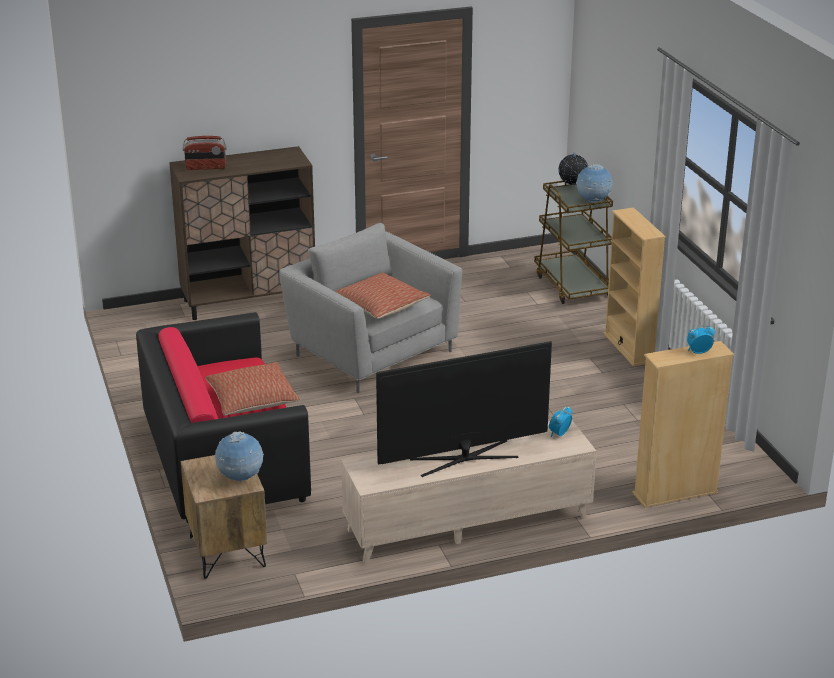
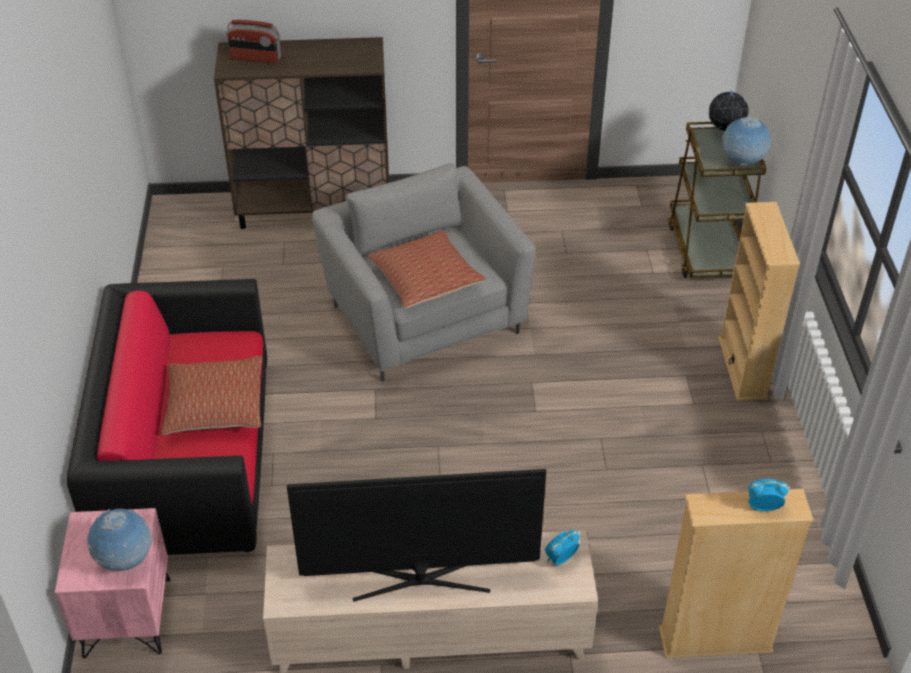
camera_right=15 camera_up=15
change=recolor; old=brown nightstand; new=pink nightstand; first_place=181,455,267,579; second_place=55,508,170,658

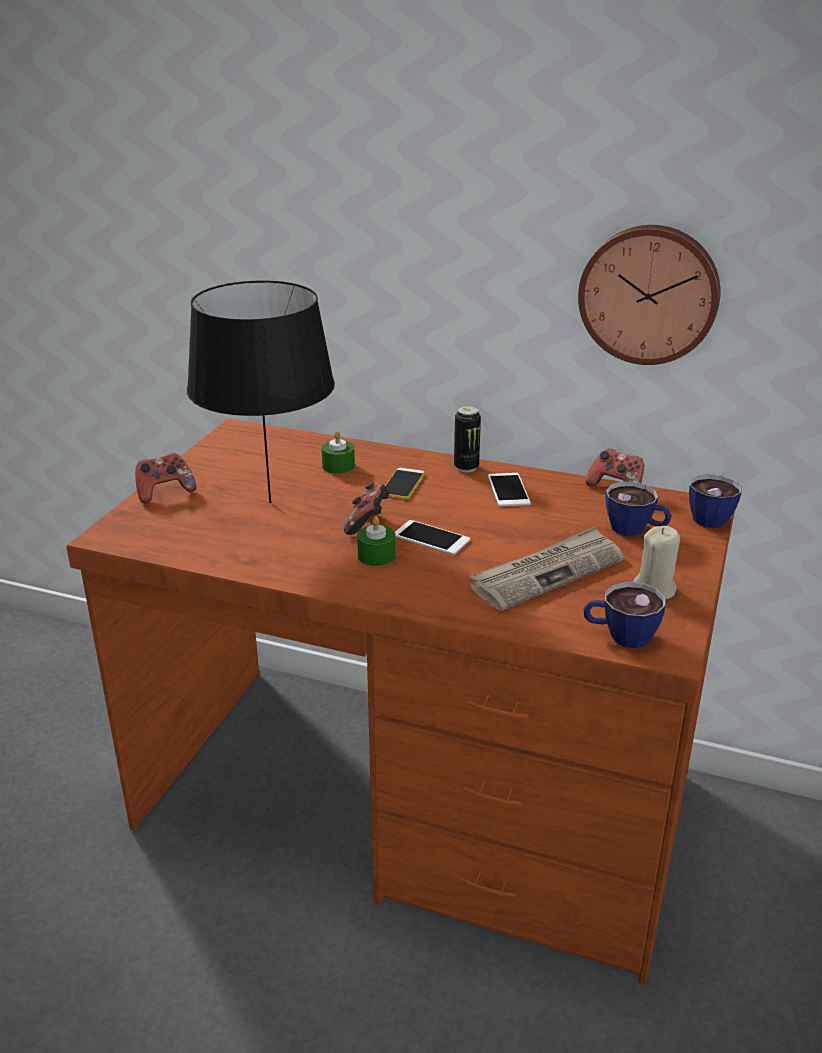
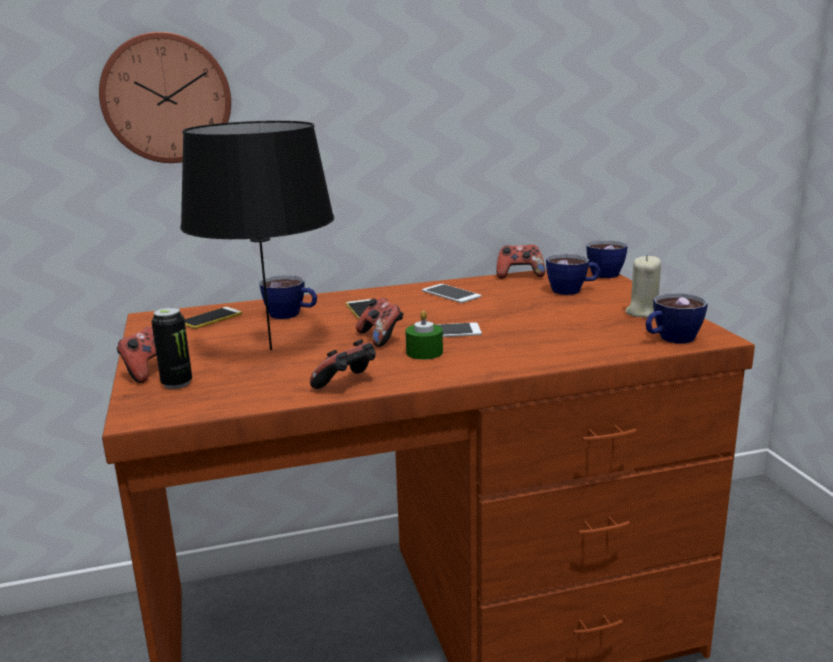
camera_right=-35 camera_up=-10
change=move; old=wall clock; first_place=578,225,721,365; second_place=99,32,231,163
change=move; old=can; first_place=454,406,481,472; second_place=152,307,192,389
change=insert; new=phone; second_place=184,307,242,329
change=replace; old=green candle; new=cup; first_place=321,431,355,474; second_place=259,275,317,319
change=insert; new=game controller; second_place=310,339,376,389
change=delete; old=newspaper; first_place=470,526,624,611

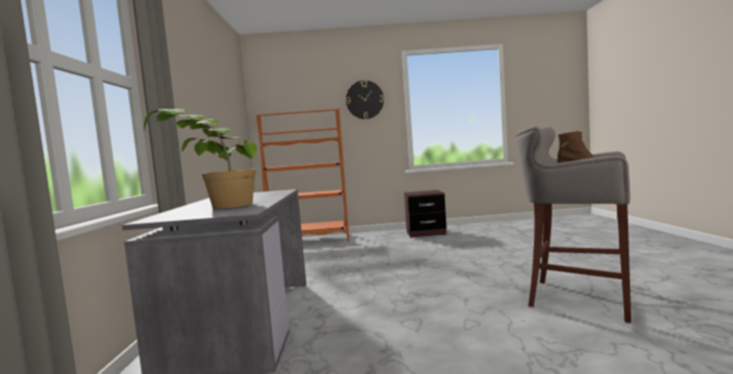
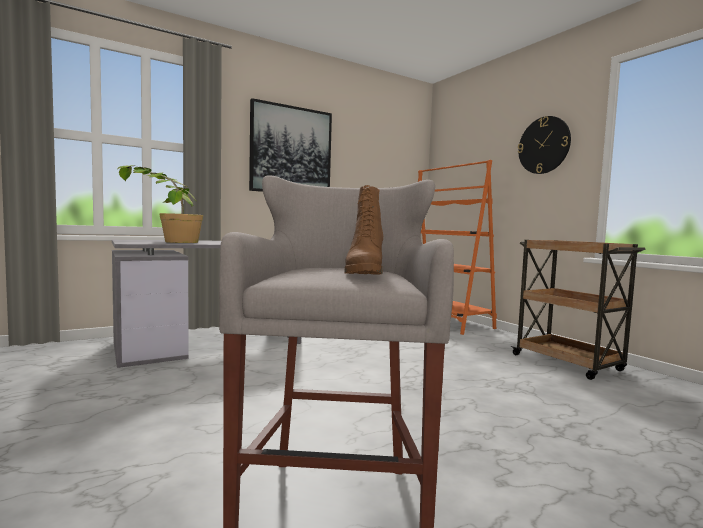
camera_right=60 camera_up=0
change=insert; new=picture; second_place=249,98,332,192
change=replace; old=brown nightstand; new=brown cart; first_place=404,190,447,238; second_place=511,240,646,380

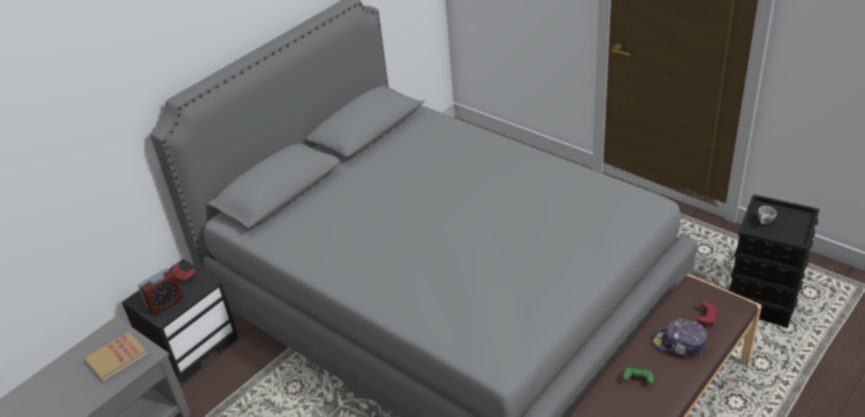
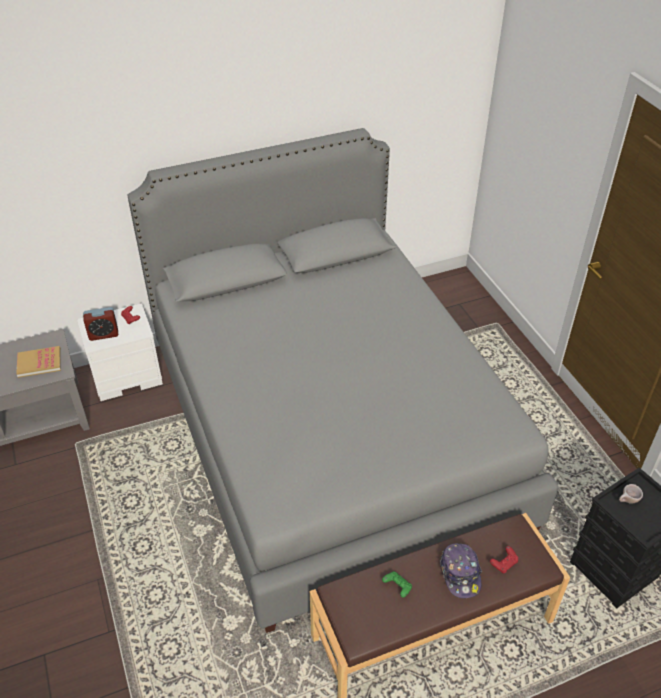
camera_right=25 camera_up=5
change=recolor; old=black nightstand; new=white nightstand; first_place=122,259,238,383; second_place=77,303,163,401
change=rotate; old=cap; first_place=652,319,708,357; second_place=440,543,482,598; degrees=-150

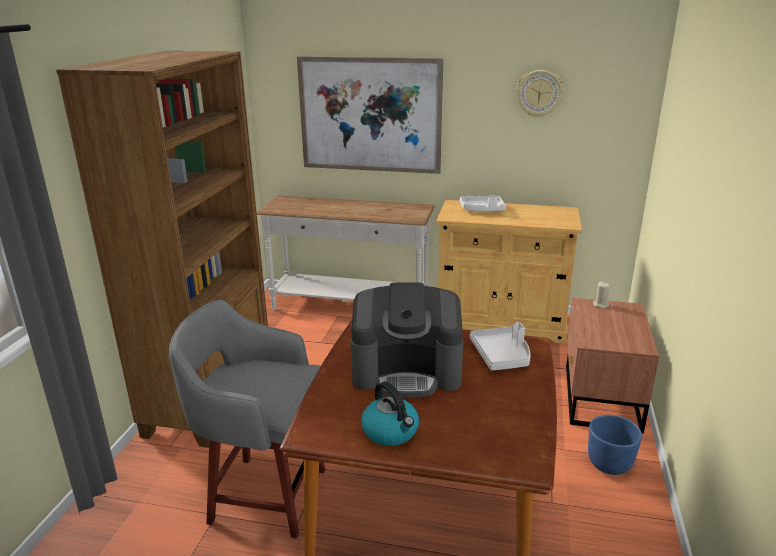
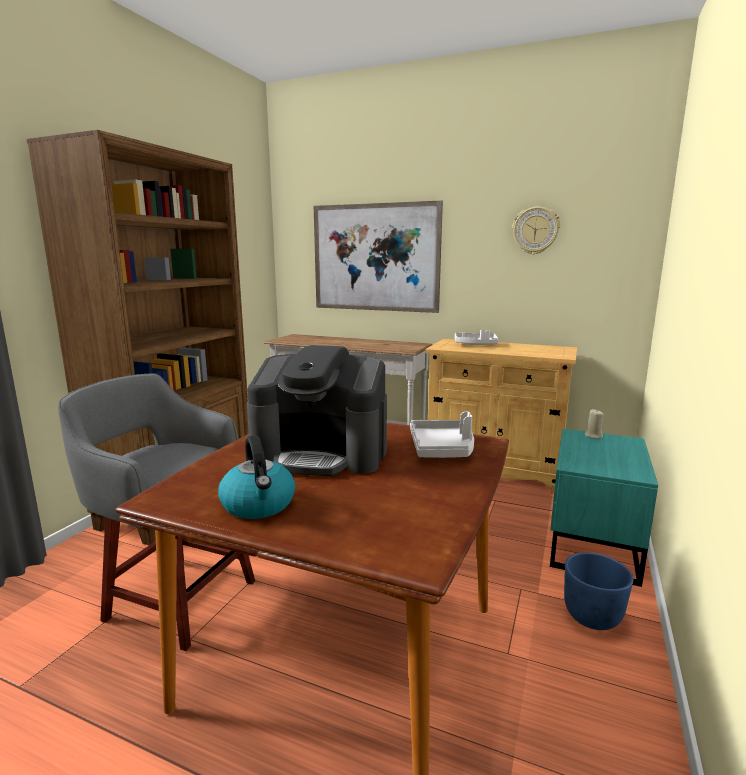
camera_right=10 camera_up=-10
change=recolor; old=brown nightstand; new=turquoise nightstand; first_place=566,298,659,434; second_place=550,429,658,587

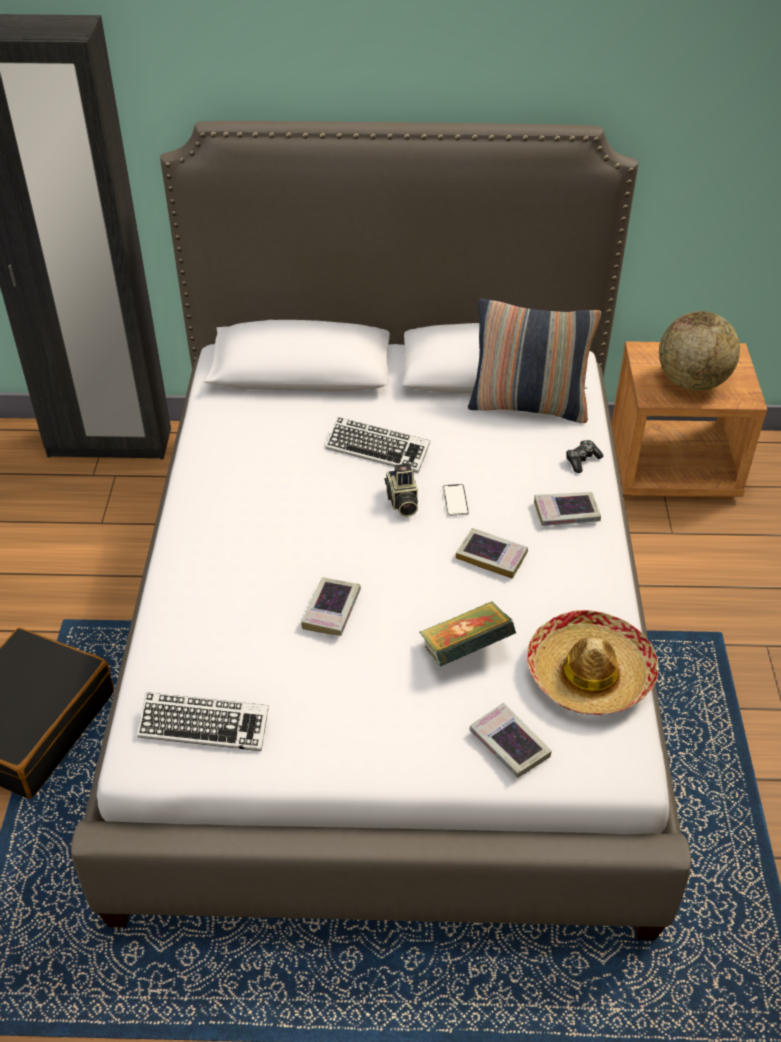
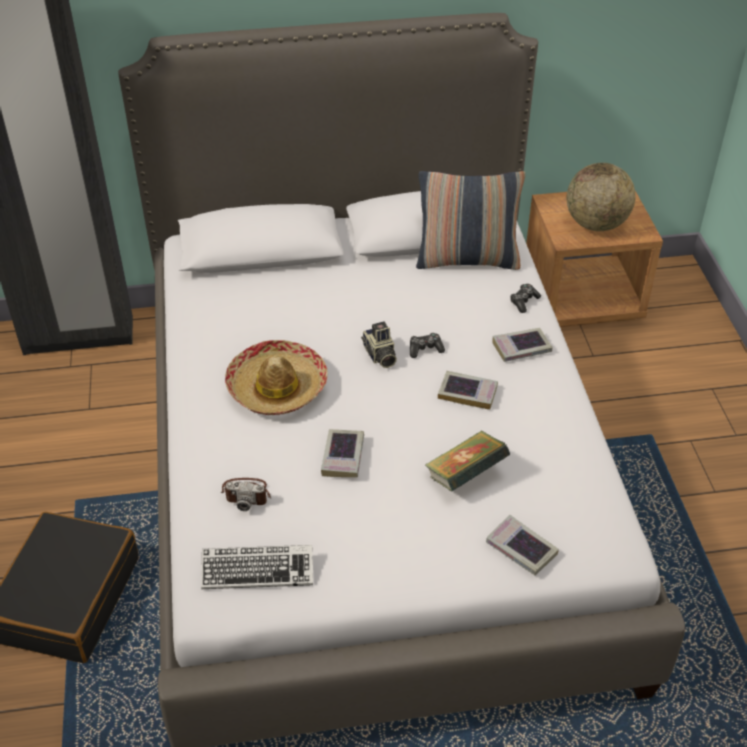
camera_right=-10 camera_up=0
change=insert; new=photo camera; second_place=220,478,271,511
change=move; old=hat; first_place=527,610,659,715; second_place=225,340,328,415
change=replace; old=phone; new=game controller; first_place=443,484,469,516; second_place=410,333,445,358
change=delete; old=keyboard; first_place=326,417,430,473

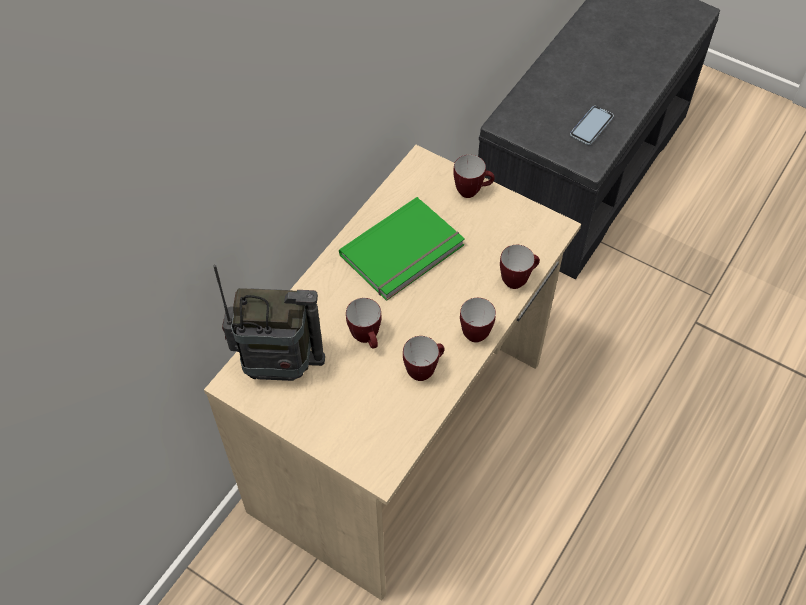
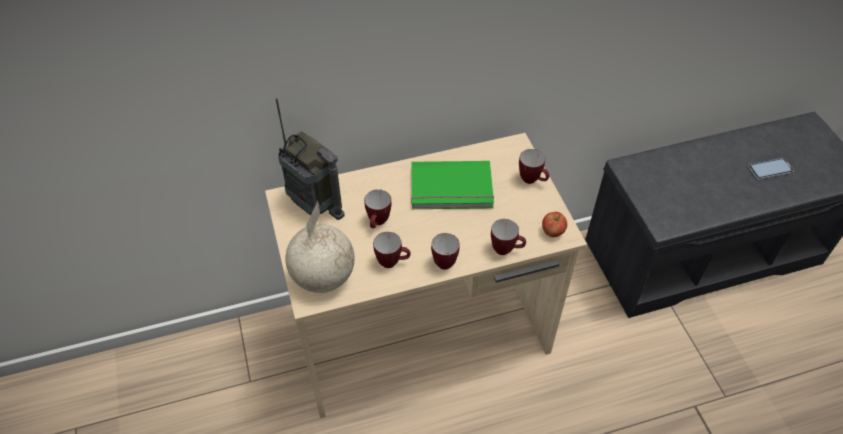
camera_right=40 camera_up=-5
change=insert; new=globe; second_place=285,201,355,293
change=insert; new=apple; second_place=542,212,567,237
change=move; old=phone; first_place=570,106,614,145; second_place=748,158,794,180

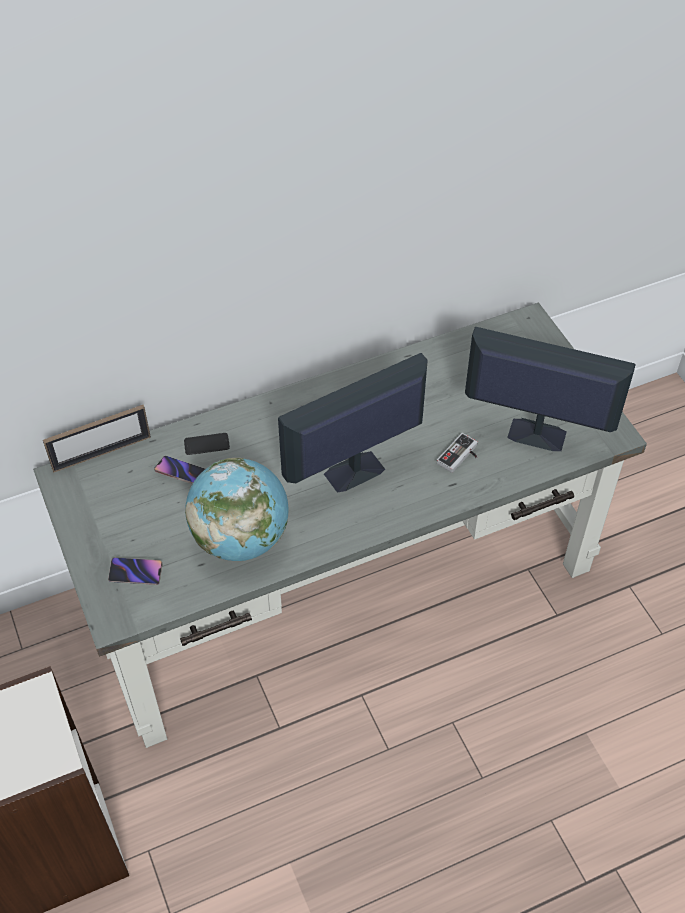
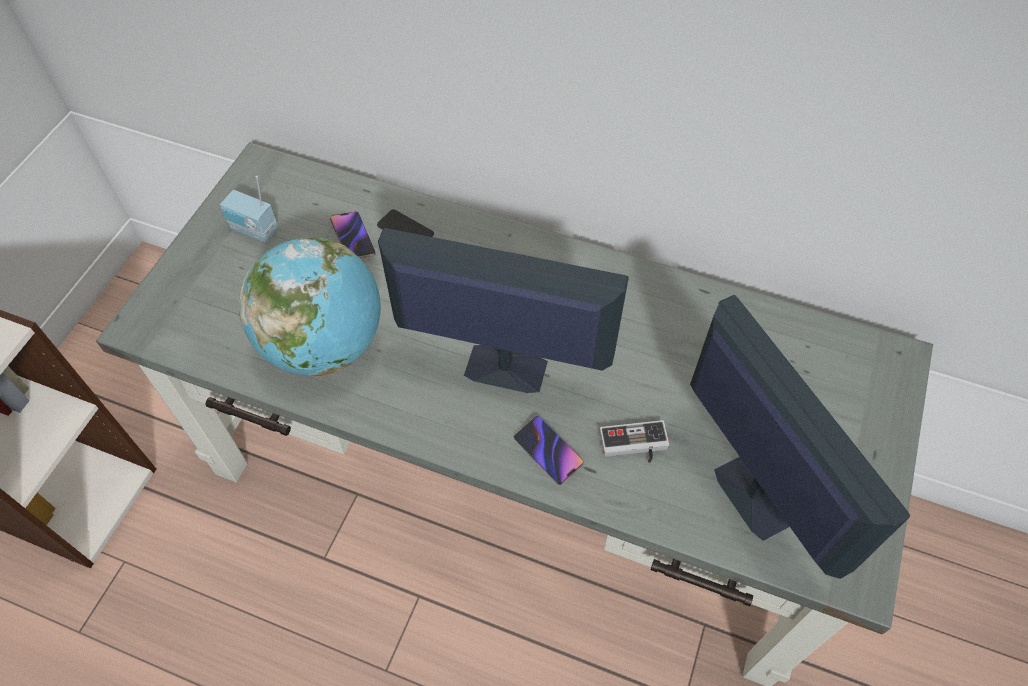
camera_right=45 camera_up=5
change=insert; new=radio; second_place=220,176,279,243
change=move; old=phone; first_place=108,558,163,585; second_place=514,416,584,485
change=delete; old=picture frame; first_place=43,405,151,473

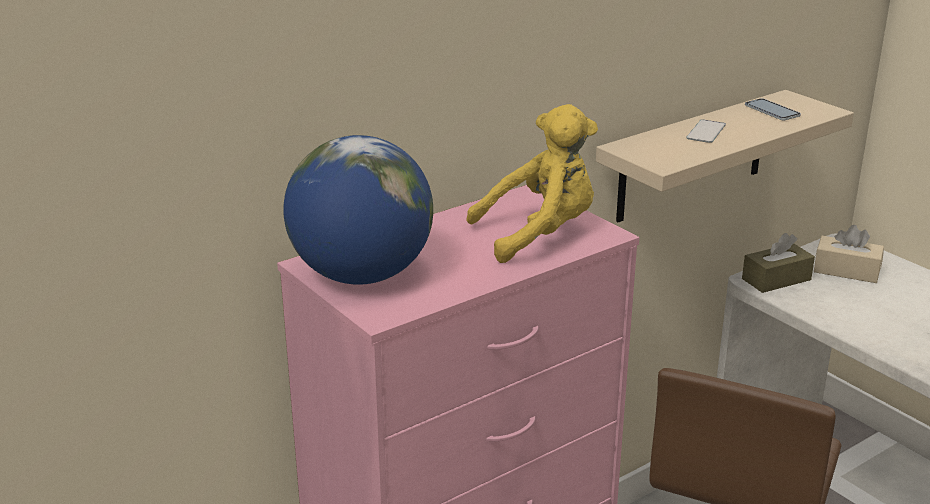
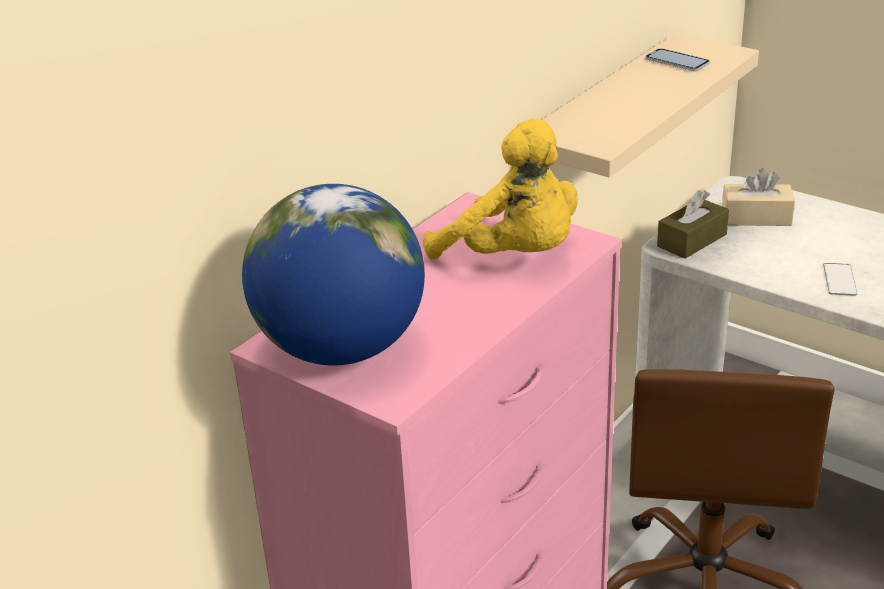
camera_right=-15 camera_up=5
change=rotate; old=yellow plush toy; first_place=466,104,598,263; second_place=423,118,578,260; degrees=75
change=move; old=phone; first_place=686,119,726,143; second_place=823,263,858,296

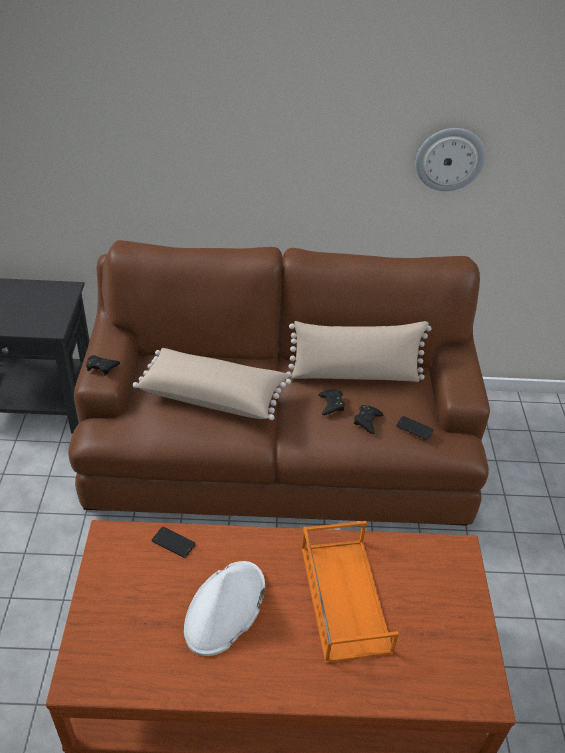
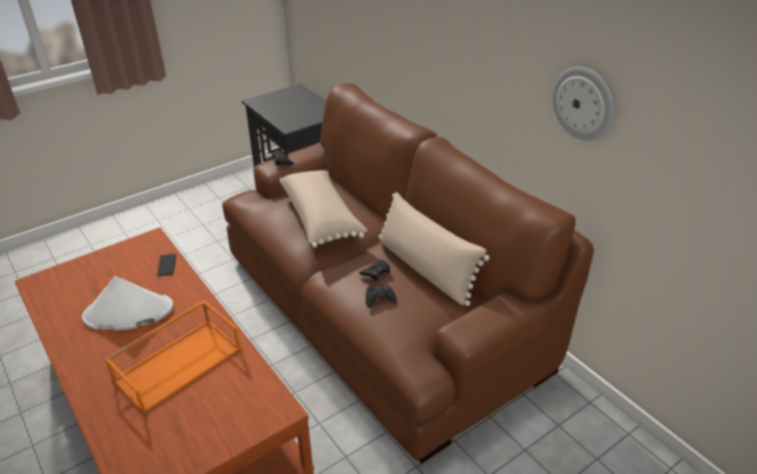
camera_right=55 camera_up=-5
change=delete; old=phone; first_place=396,416,434,440

